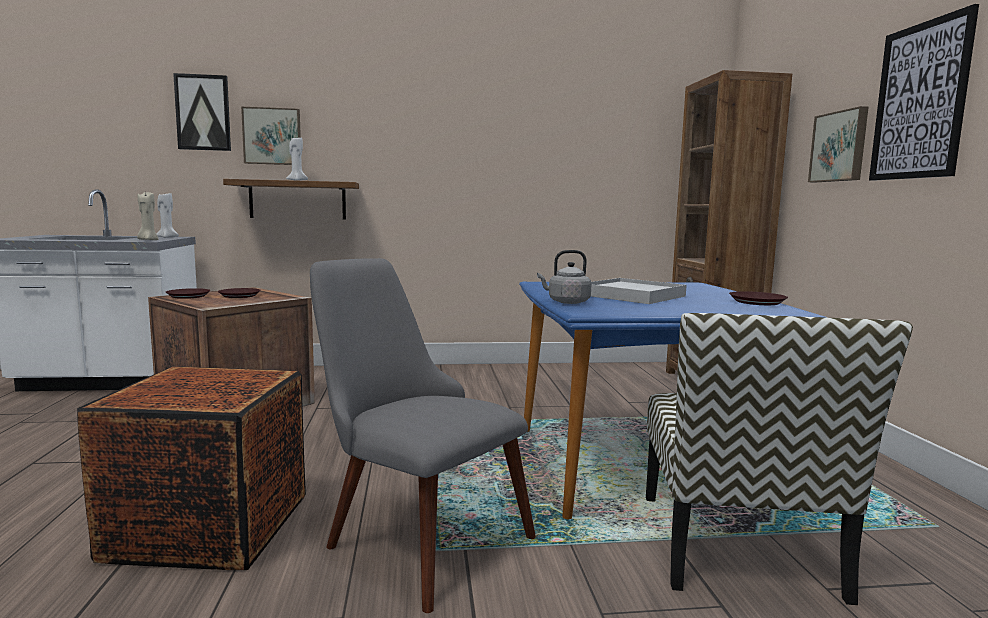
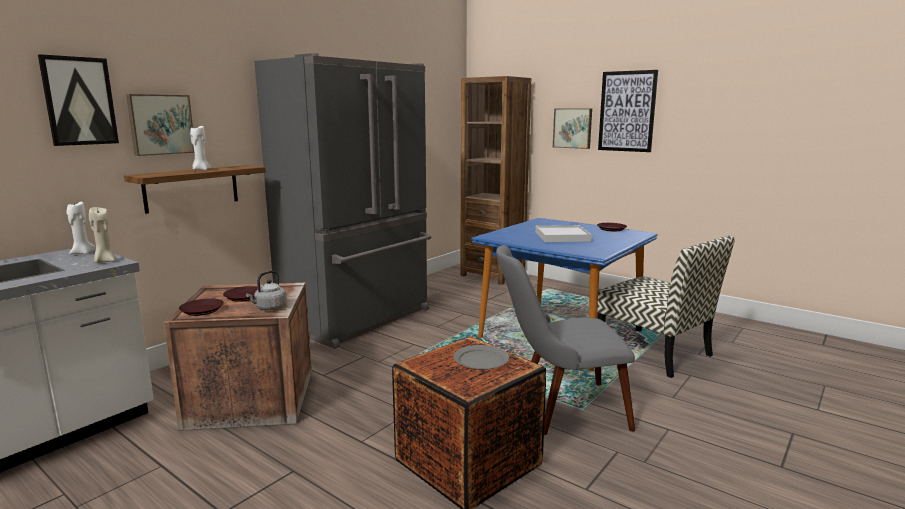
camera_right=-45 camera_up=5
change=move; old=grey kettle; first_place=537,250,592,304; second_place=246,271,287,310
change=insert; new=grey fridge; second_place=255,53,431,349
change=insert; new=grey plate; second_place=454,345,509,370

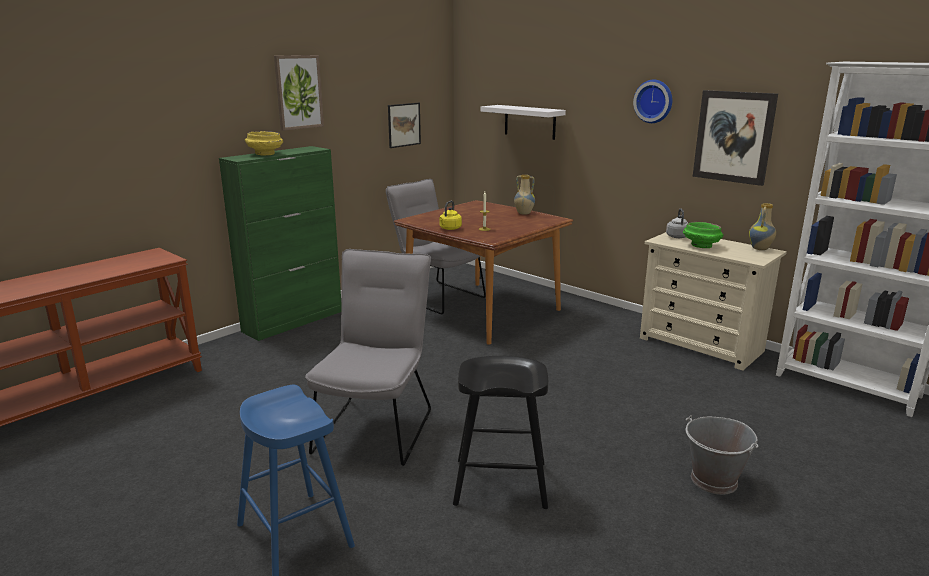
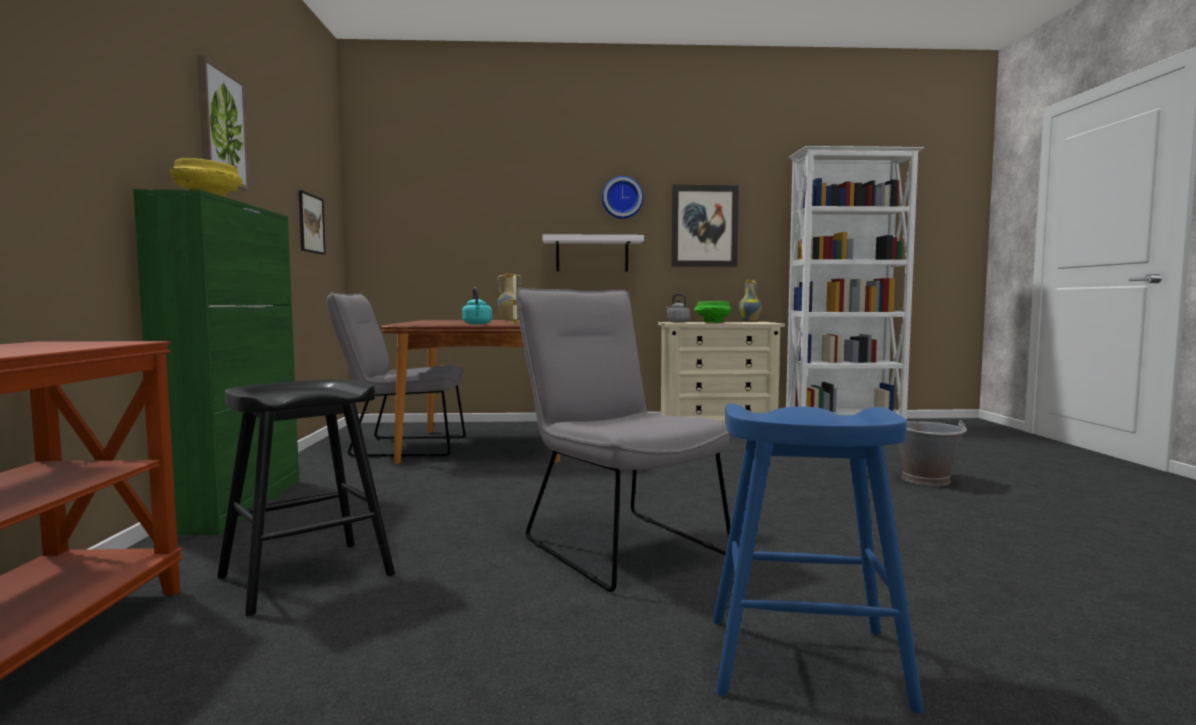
camera_right=-45 camera_up=-15
change=move; old=black stool; first_place=453,356,548,509; second_place=217,380,395,617
change=recolor; old=yellow kettle; new=turquoise kettle; first_place=439,201,462,230; second_place=462,287,492,324
change=move; old=white shelf; first_place=481,105,566,140; second_place=542,234,644,272

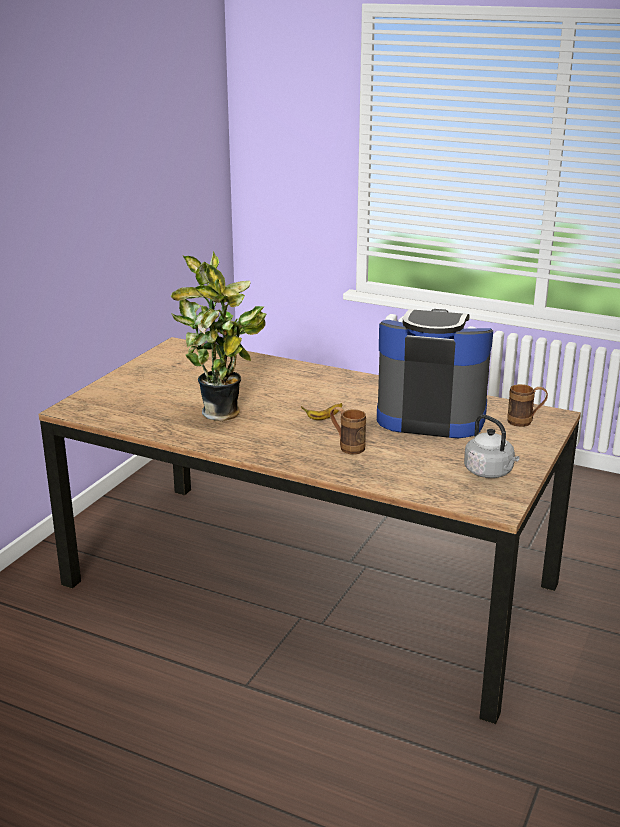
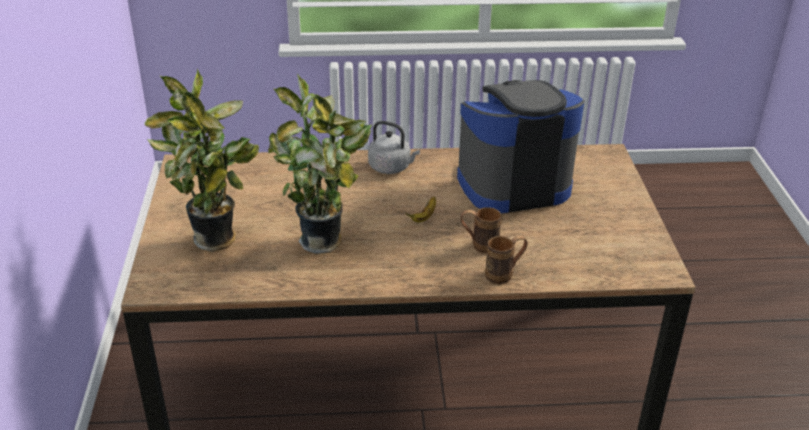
camera_right=-30 camera_up=10
change=insert; new=potted plant; second_place=144,69,259,252
change=move; old=grey kettle; first_place=464,415,520,478; second_place=368,121,420,174
change=move; old=brown mug; first_place=507,384,548,427; second_place=485,236,528,284

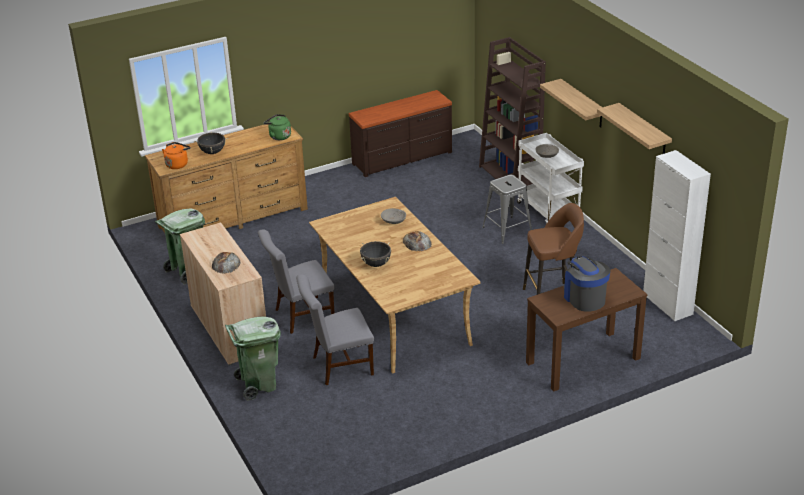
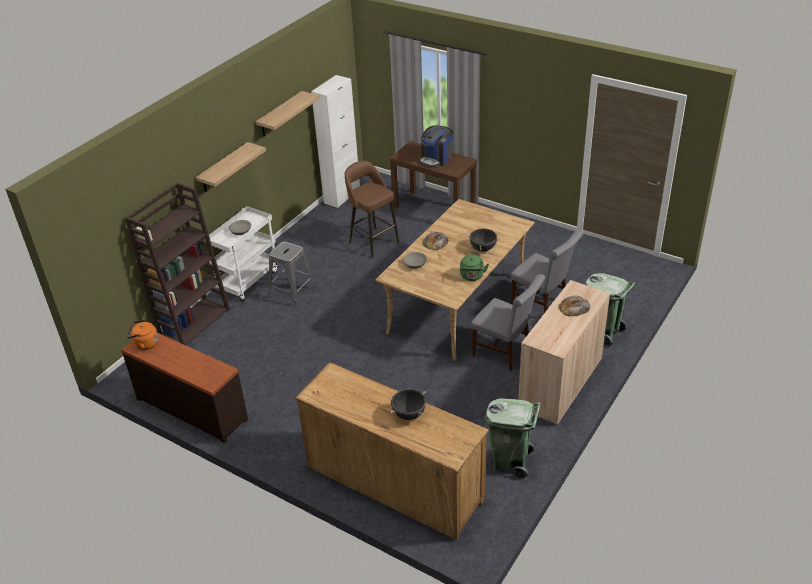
camera_right=-120 camera_up=5
change=move; old=orange kettle; first_place=162,142,191,169; second_place=127,320,159,350
change=move; old=green kettle; first_place=264,114,291,140; second_place=460,255,489,281

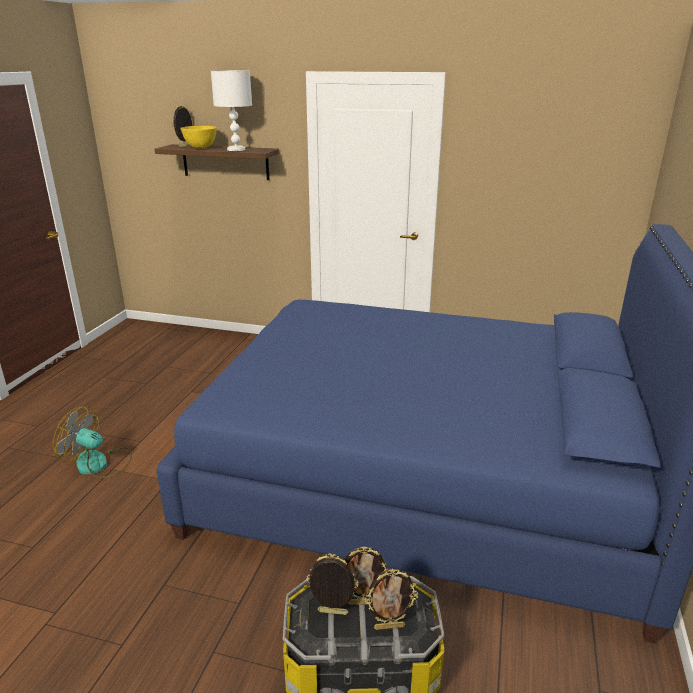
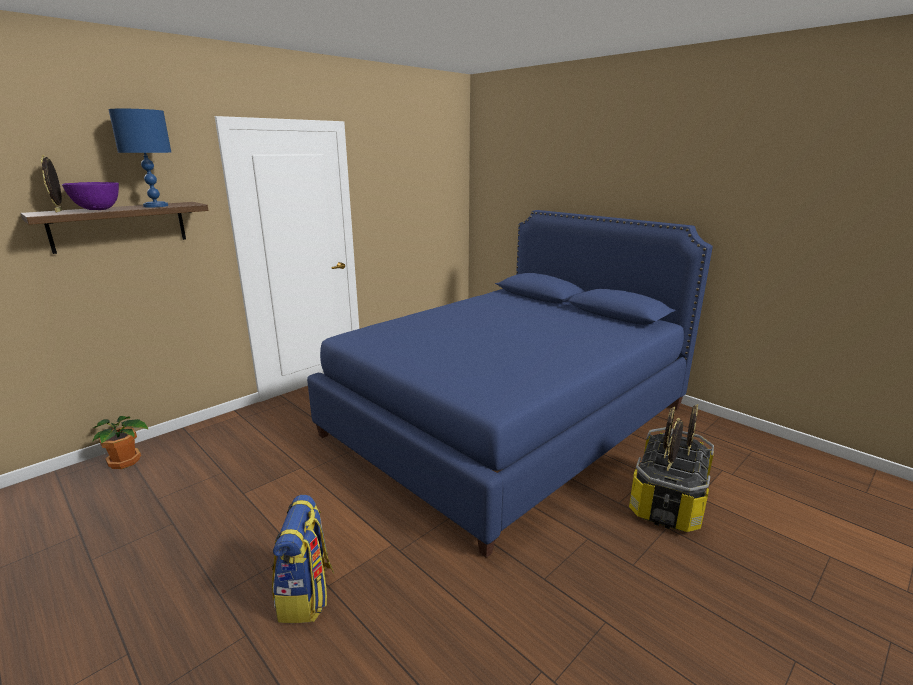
camera_right=-60 camera_up=-5
change=recolor; old=yellow bowl; new=purple bowl; first_place=181,126,217,149; second_place=62,182,119,210
change=insert; new=potted plant; second_place=92,416,148,469
change=recolor; old=white table lamp; new=blue table lamp; first_place=211,70,252,151; second_place=108,109,172,207
change=replace; old=fan; new=backpack; first_place=53,406,132,478; second_place=272,495,334,623

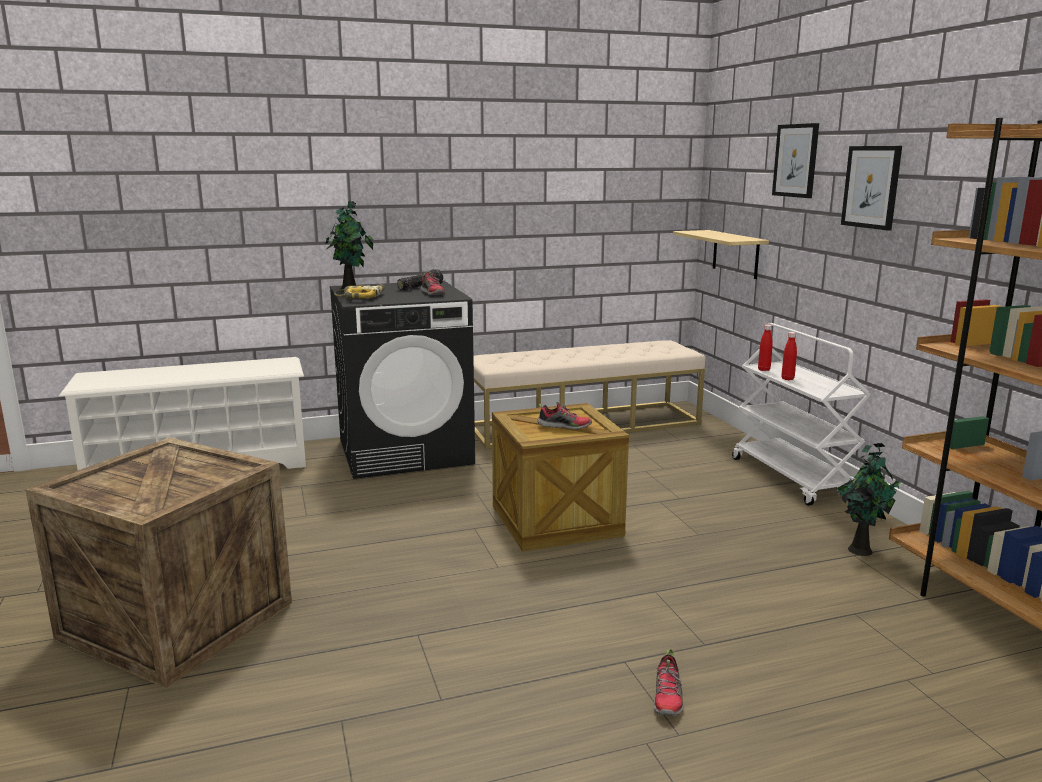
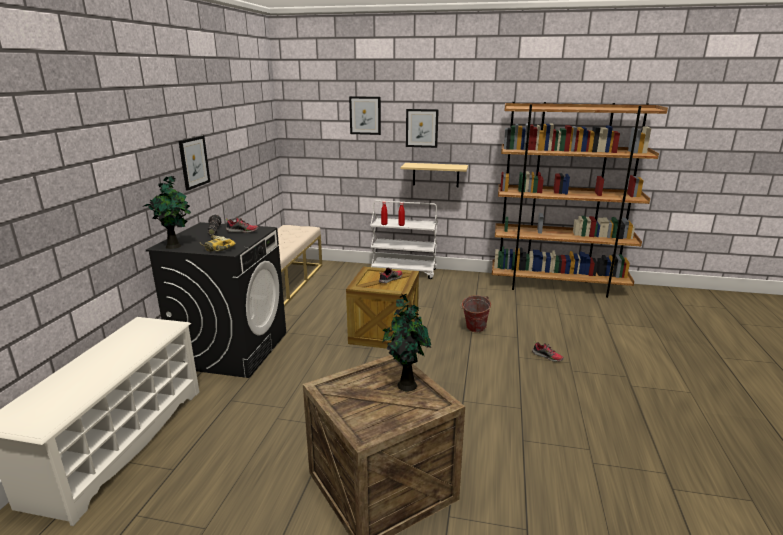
camera_right=-60 camera_up=5
change=insert; new=picture; second_place=179,136,210,190
change=move; old=potted plant; first_place=836,443,901,556; second_place=382,294,431,391
change=move; old=shelf; first_place=673,230,769,279; second_place=400,163,468,187
change=insert; new=bucket; second_place=460,295,491,332

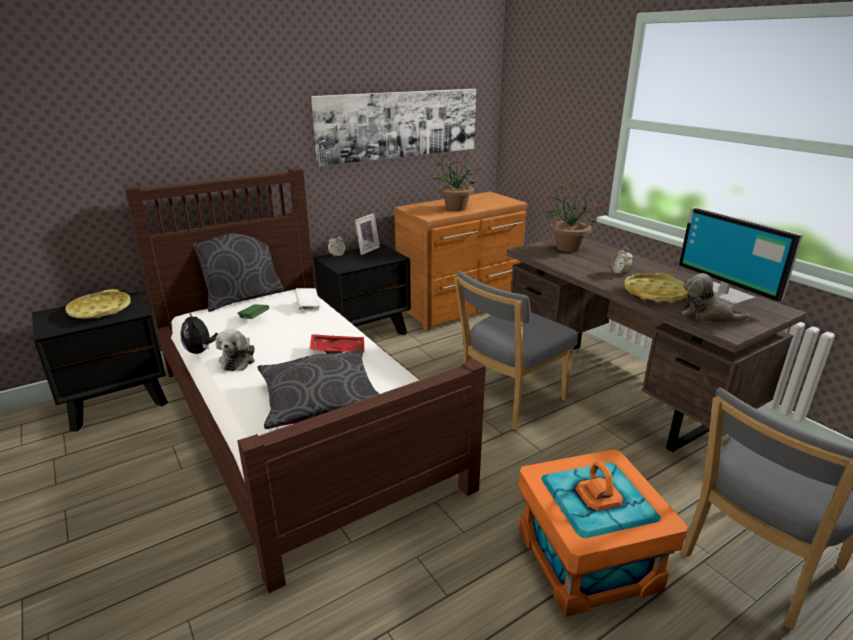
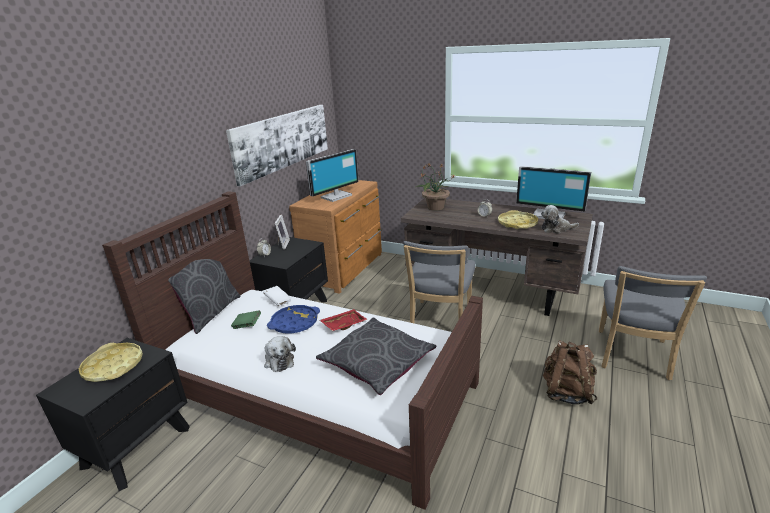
camera_right=-30 camera_up=0
change=insert; new=blue tray; second_place=267,305,320,334
change=replace; old=potted plant; new=monitor; first_place=431,151,480,211; second_place=306,149,359,202
change=replace; old=orange storage box; new=brown backpack; first_place=518,449,687,617; second_place=543,340,597,405
change=delete; old=plush toy; first_place=180,311,218,354

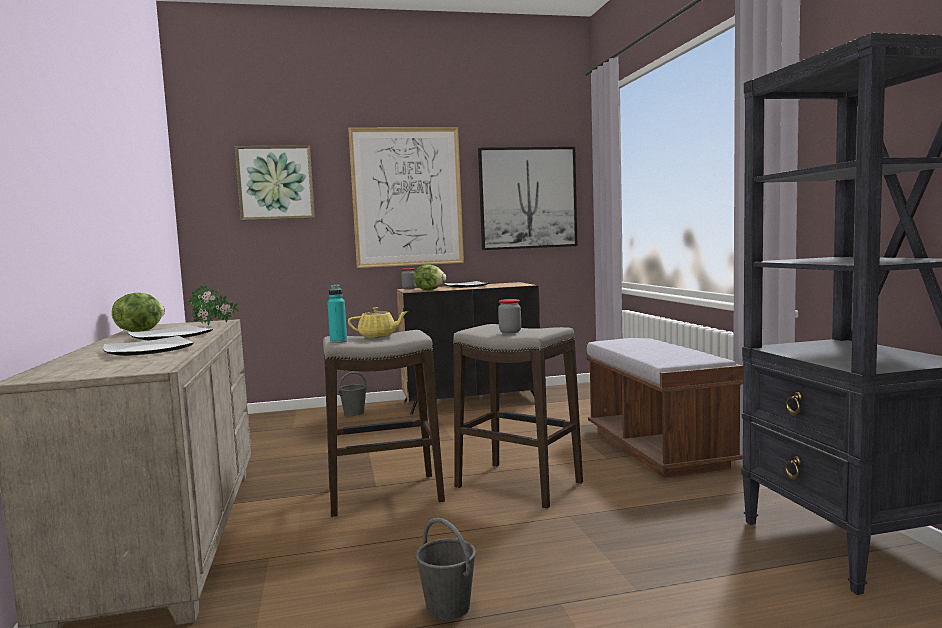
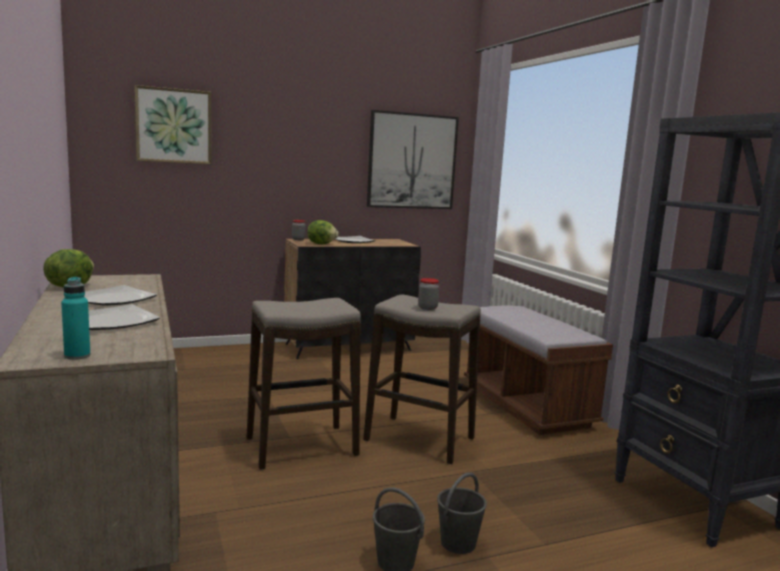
camera_right=-10 camera_up=5
change=move; old=turquoise bottle; first_place=327,284,347,343; second_place=61,277,90,360
change=move; old=grey bucket; first_place=338,372,367,416; second_place=437,472,487,554
change=delete; old=potted plant; first_place=189,284,239,325
change=delete; old=picture; first_place=348,127,464,268
change=delete; old=yellow teapot; first_place=348,307,408,338

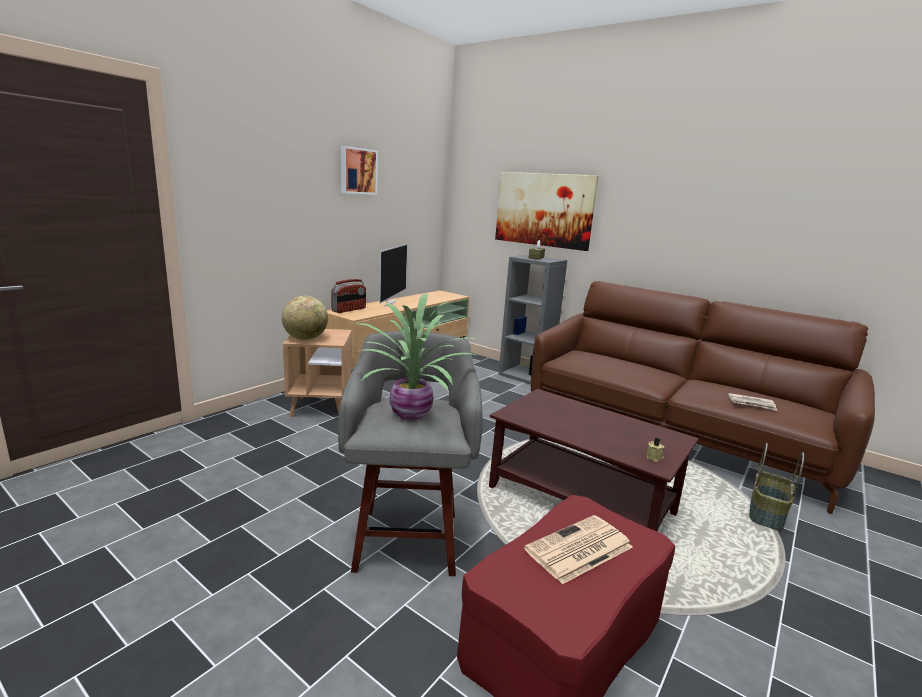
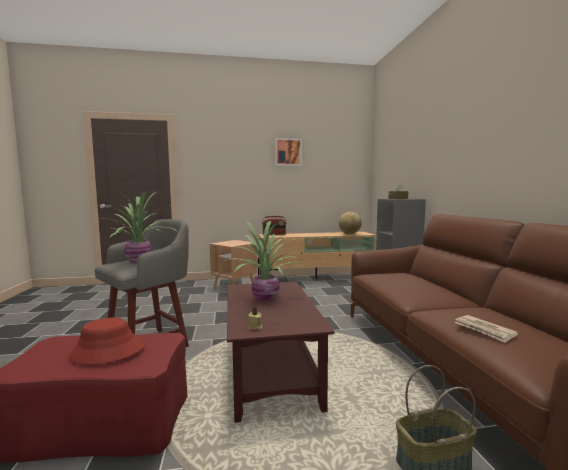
camera_right=45 camera_up=-10
change=replace; old=newspaper; new=red hat; first_place=524,515,633,584; second_place=68,318,144,364
change=insert; new=potted plant; second_place=223,221,302,301
change=move; old=globe; first_place=282,296,328,340; second_place=339,212,362,234
change=delete; old=television; first_place=379,244,407,306
change=delete; old=picture; first_place=495,172,599,251

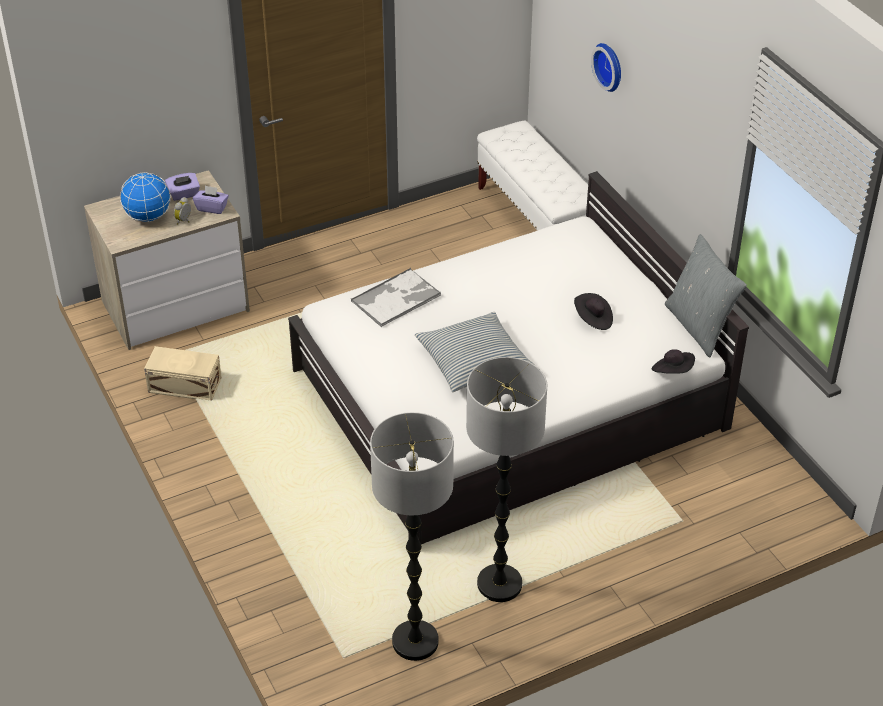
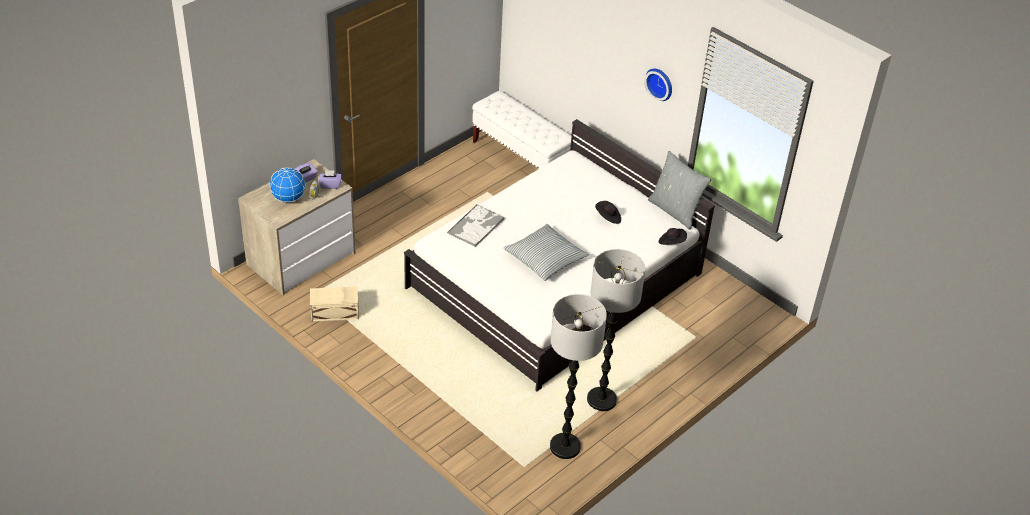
camera_right=-20 camera_up=0
change=move; old=wall clock; first_place=591,43,621,92; second_place=644,69,672,101

